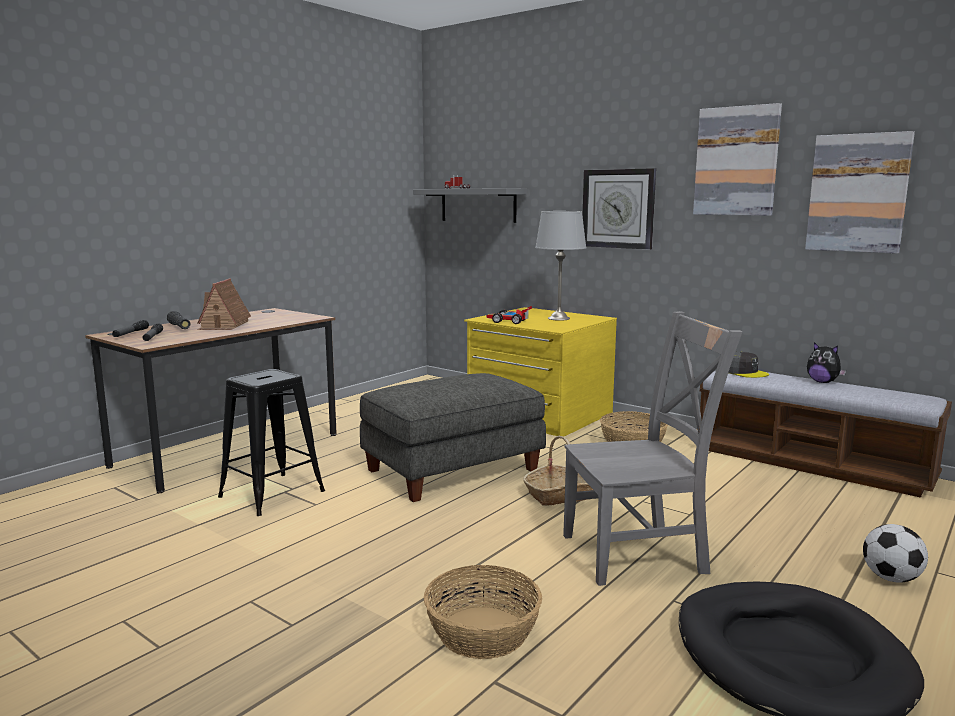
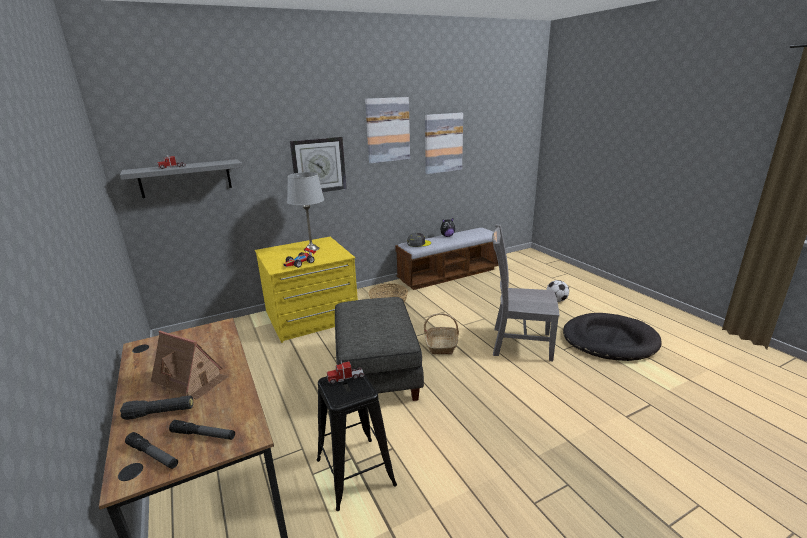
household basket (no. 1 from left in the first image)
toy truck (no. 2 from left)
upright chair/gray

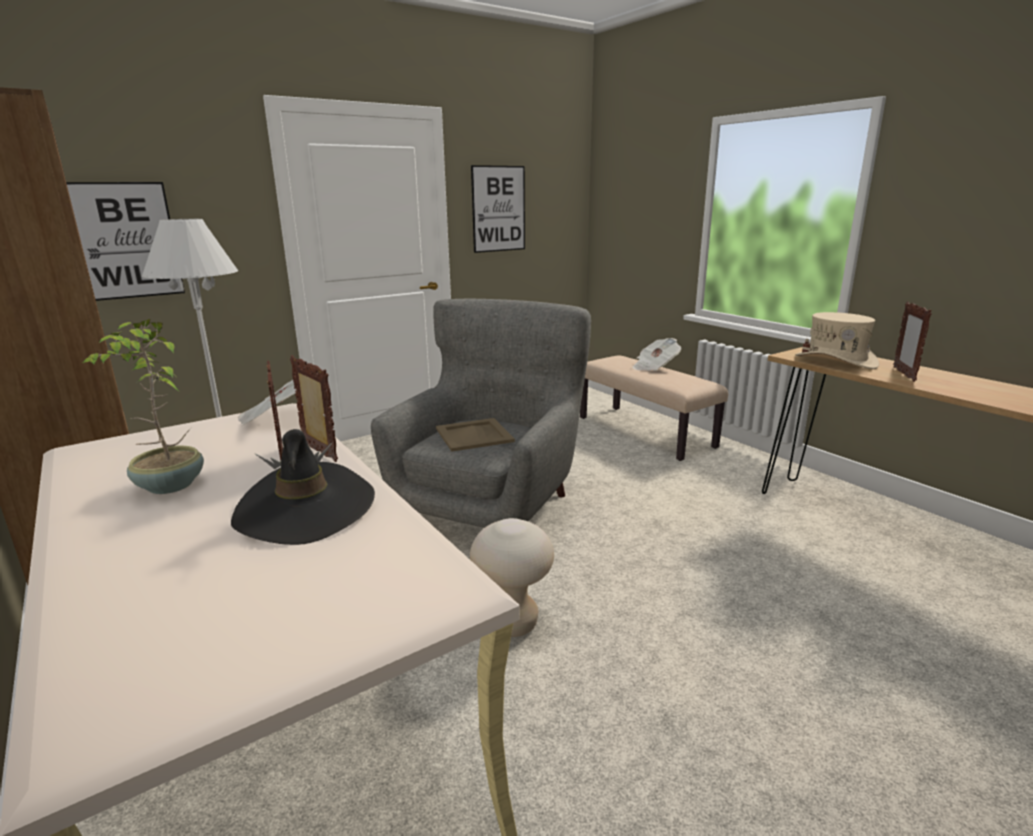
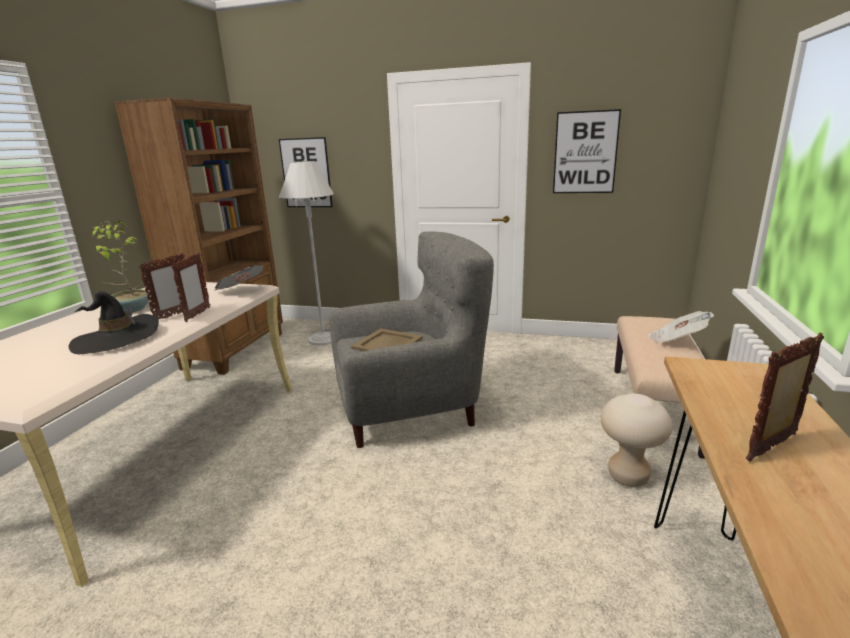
clothing hat/beige
stool seat/beige

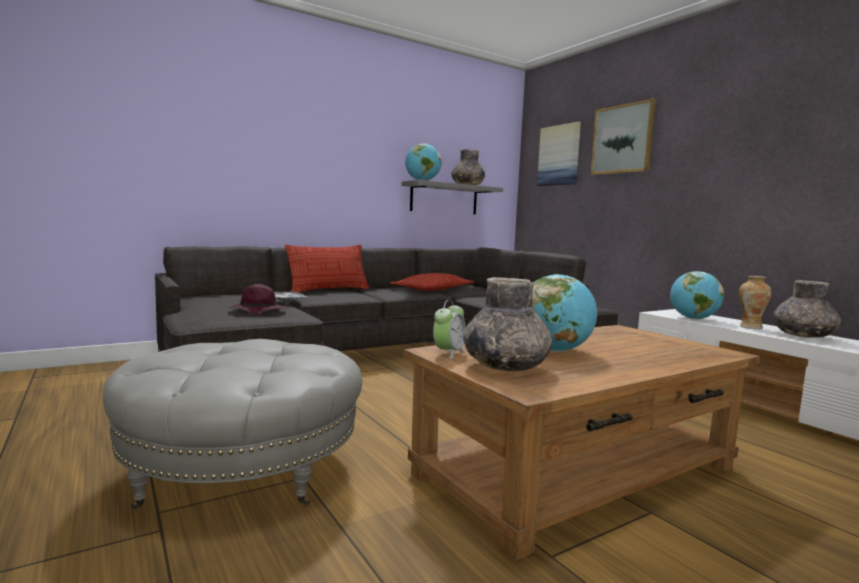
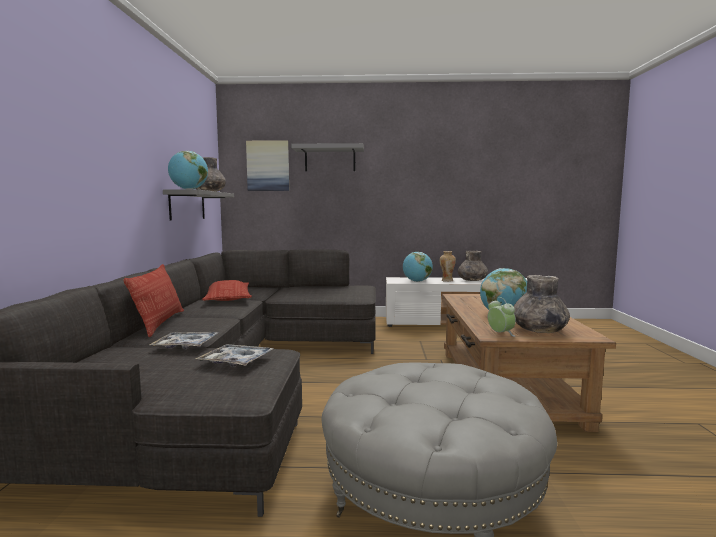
serving tray (no. 2 from left)
bracket shelf/gray (no. 2 from left)

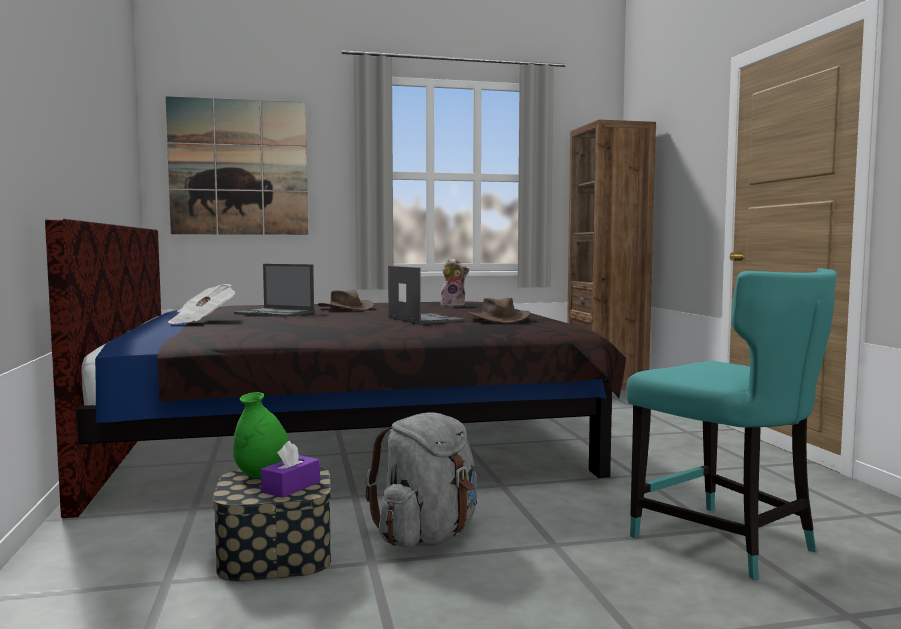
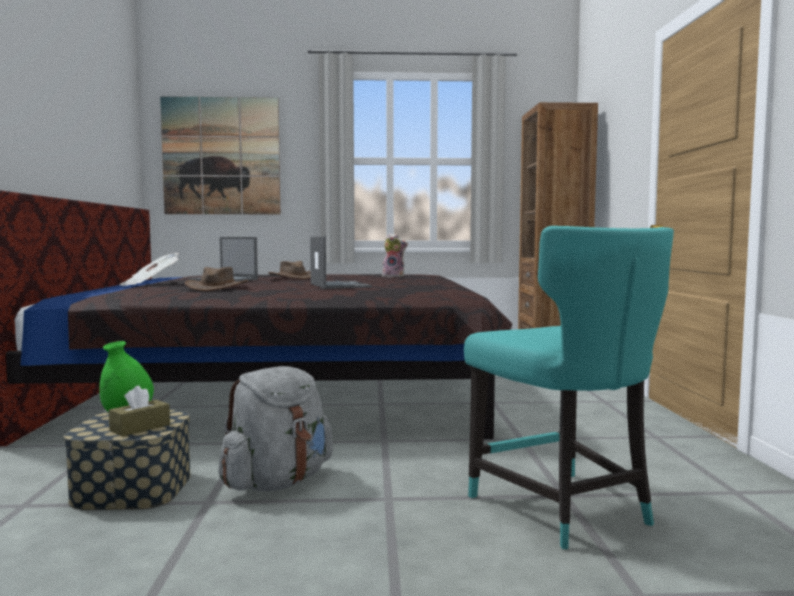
clothing hat/brown-coloured (no. 1 from left)
tissue holder/brown-coloured

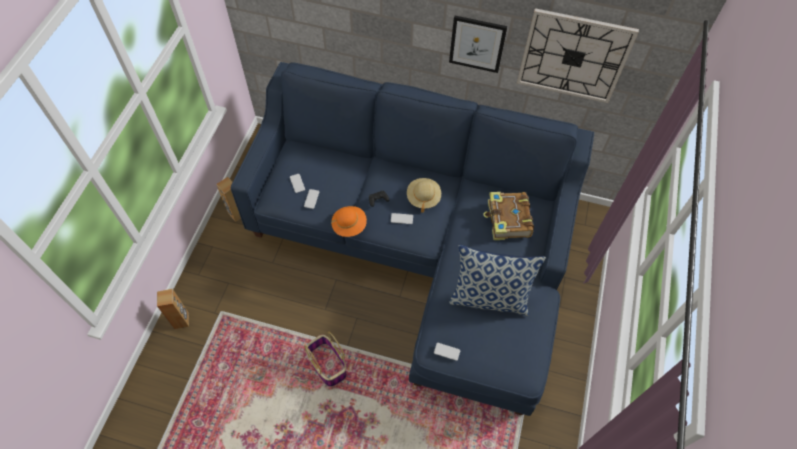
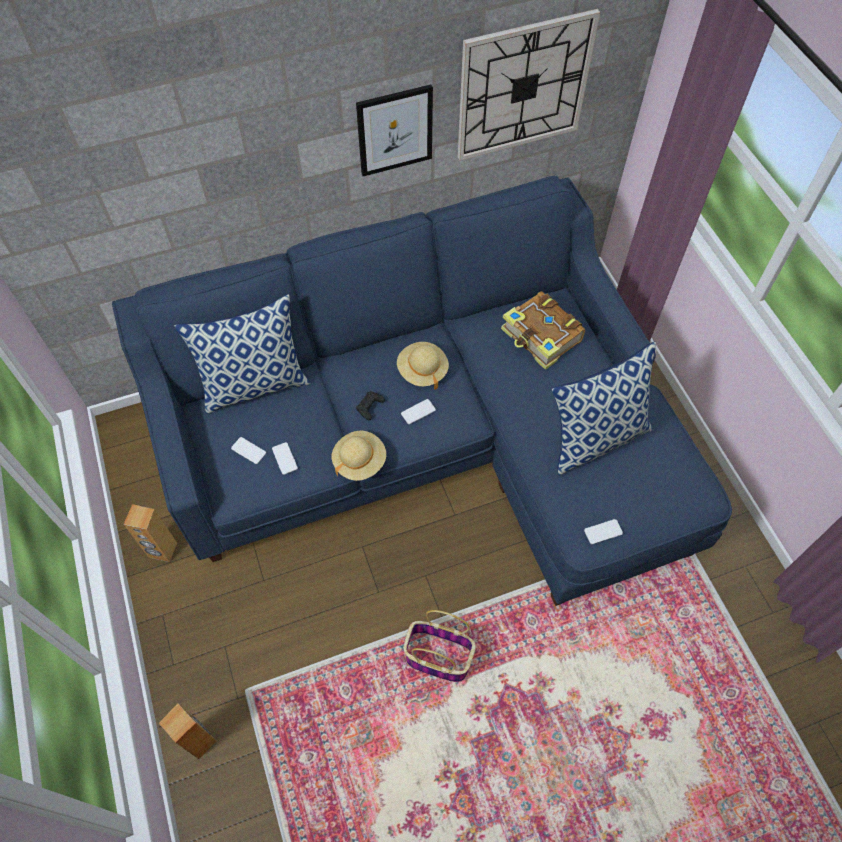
pillow (no. 1 from left)
clothing hat/beige (no. 1 from left)

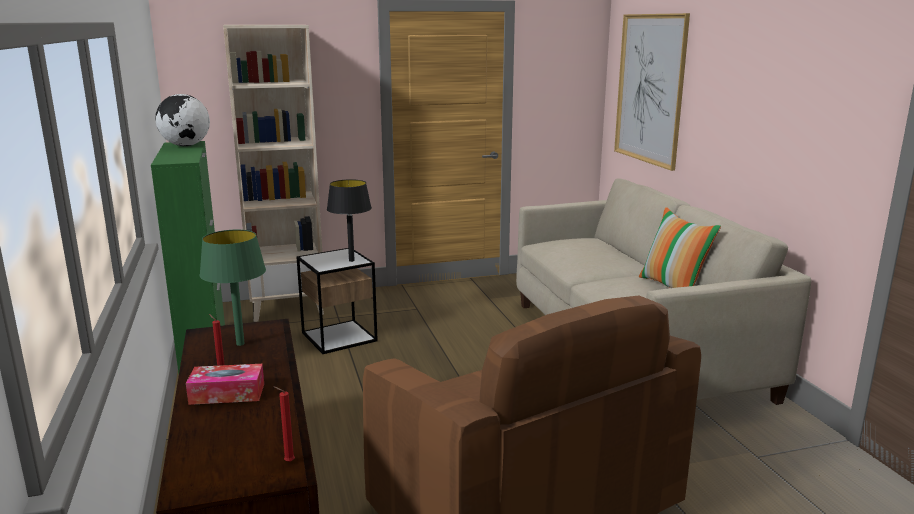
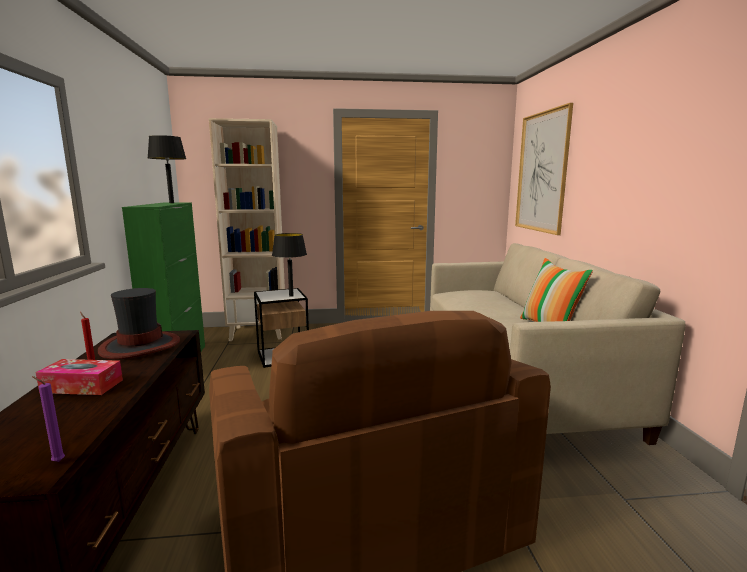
lamp for a table/black (no. 1 from left)
clothing hat
wax candle/purplish

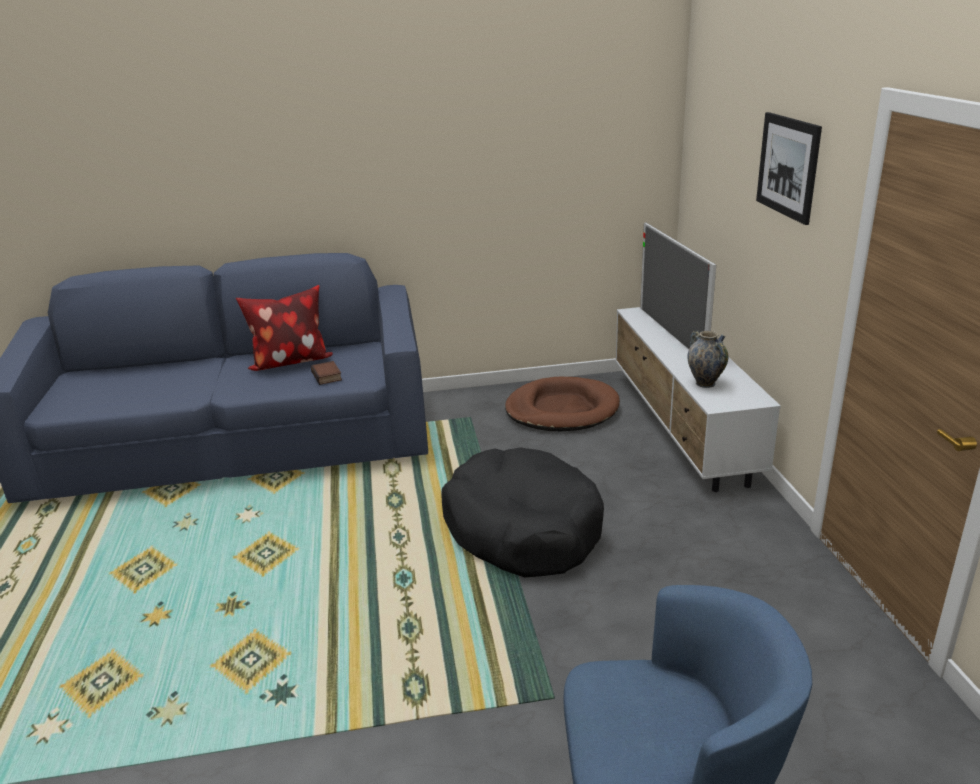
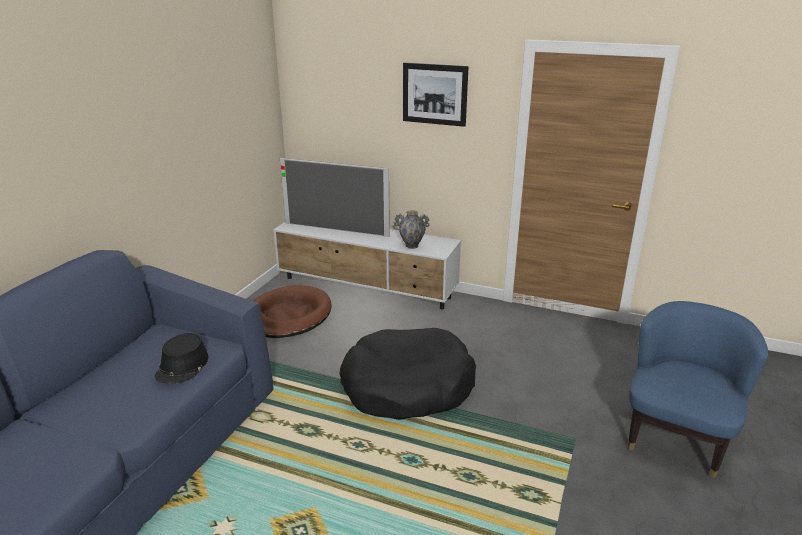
pillow
clothing hat/black

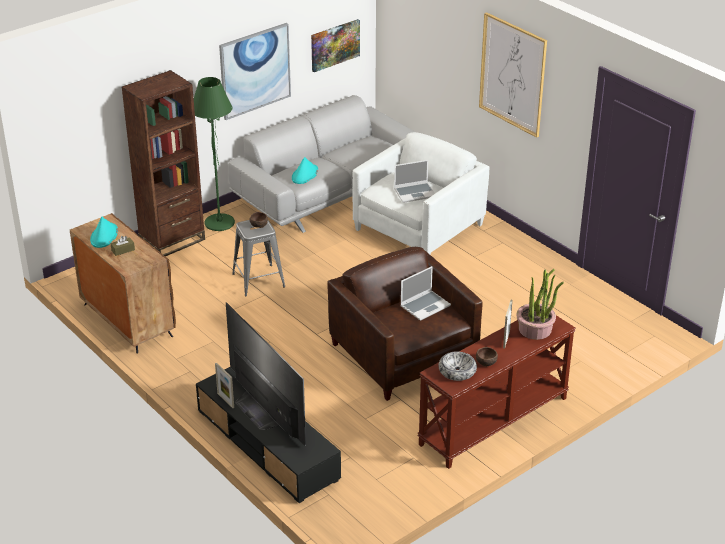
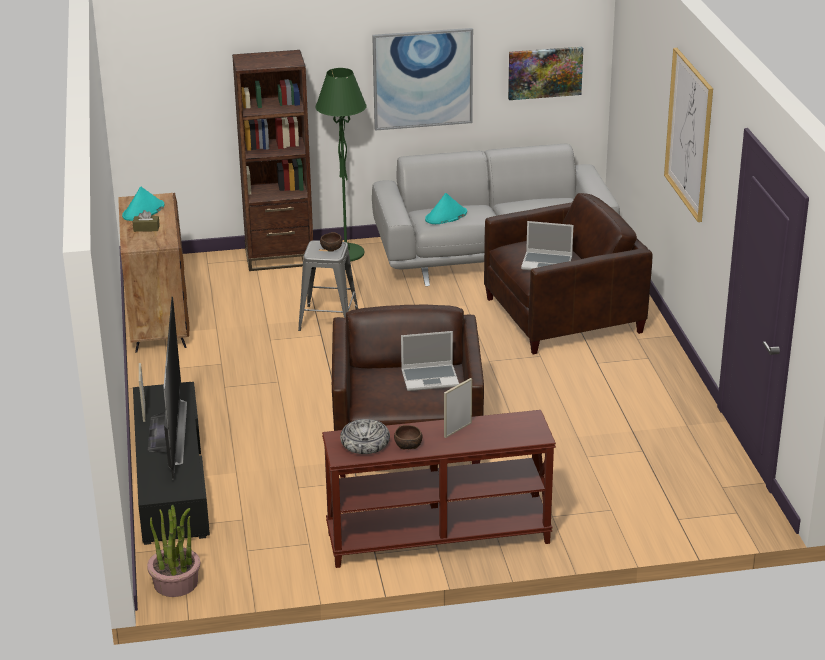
potted plant
armchair/brown-coloured (no. 2 from left)

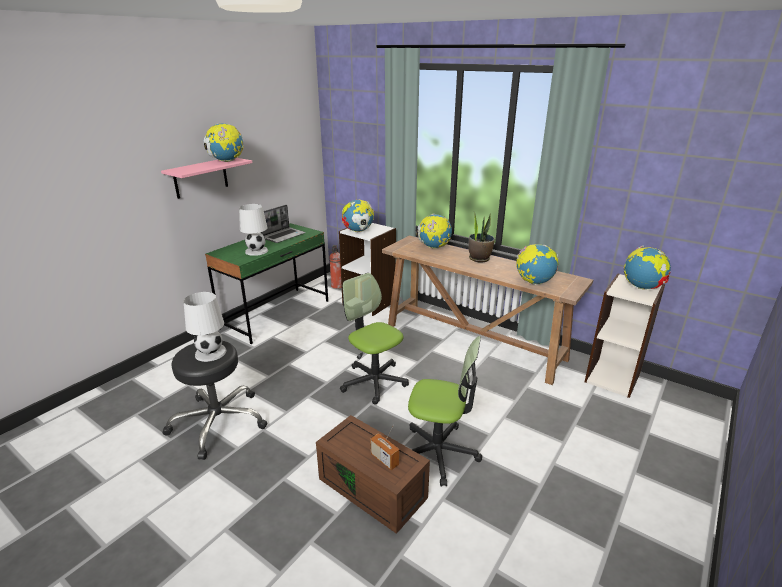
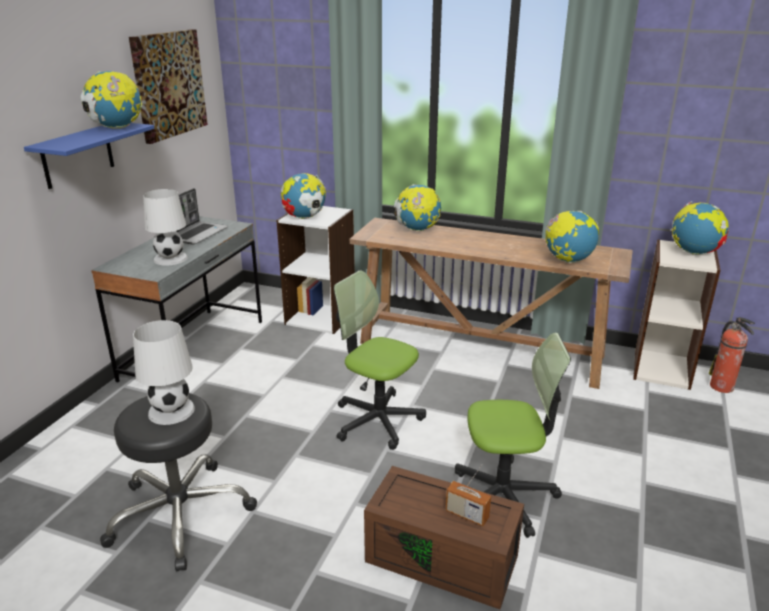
potted plant
wall picture
fire-fighting cylinder
bracket shelf/blue-coloured
desk unit/gray

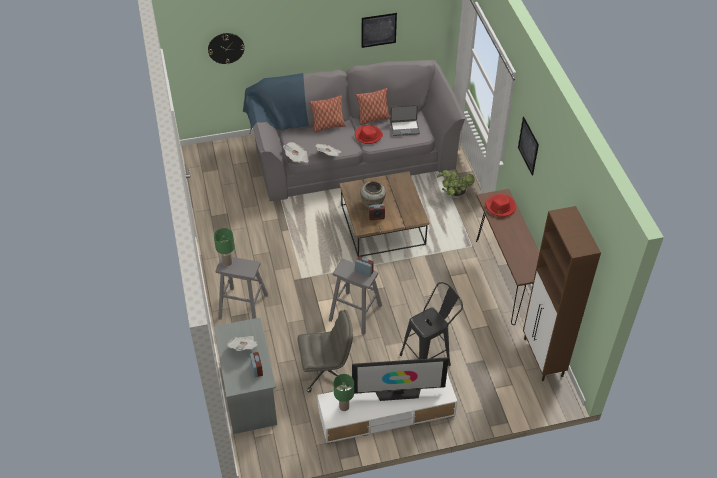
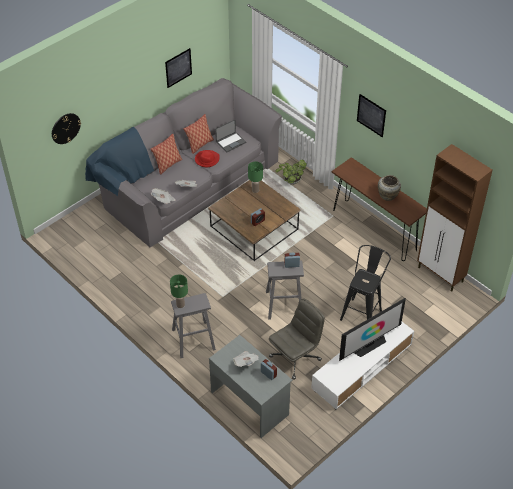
clothing hat/red (no. 2 from left in the first image)
lamp for a table/green-coloured (no. 2 from left)
decorative vase/beige

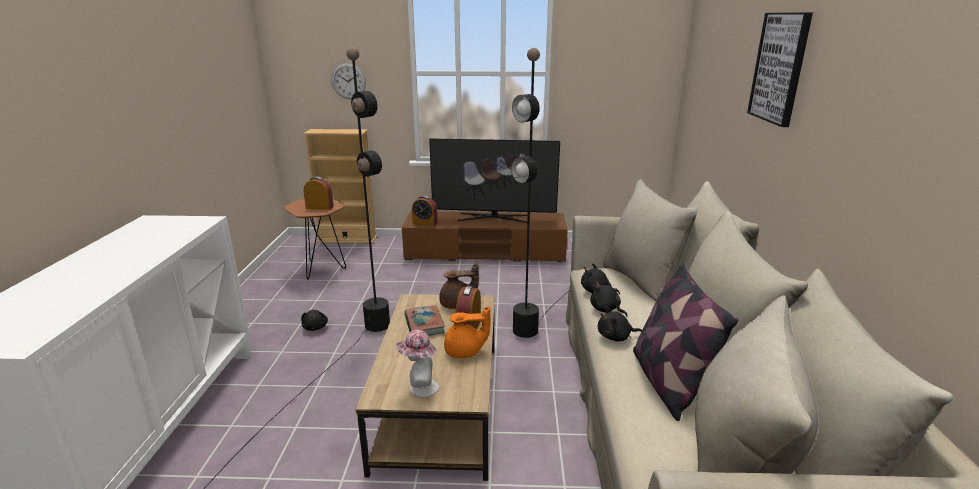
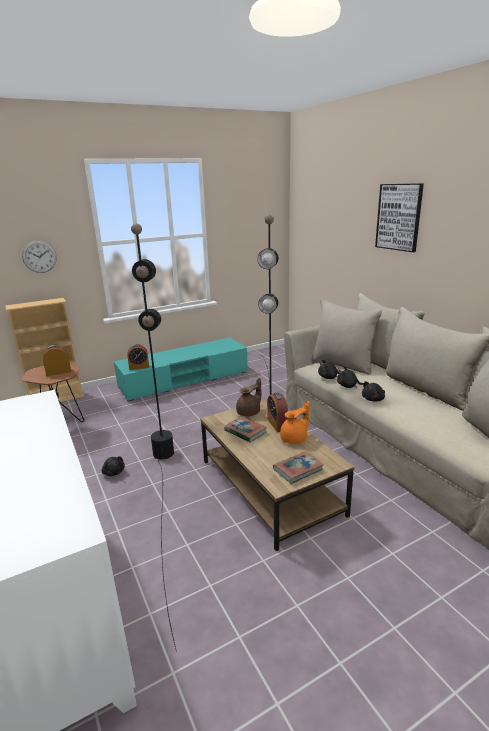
TV set
pillow
volume (no. 2 from left)
media console/turquoise-coloured

